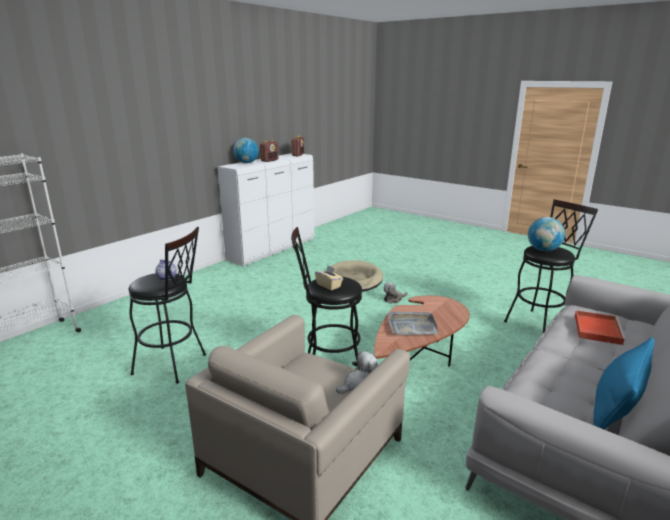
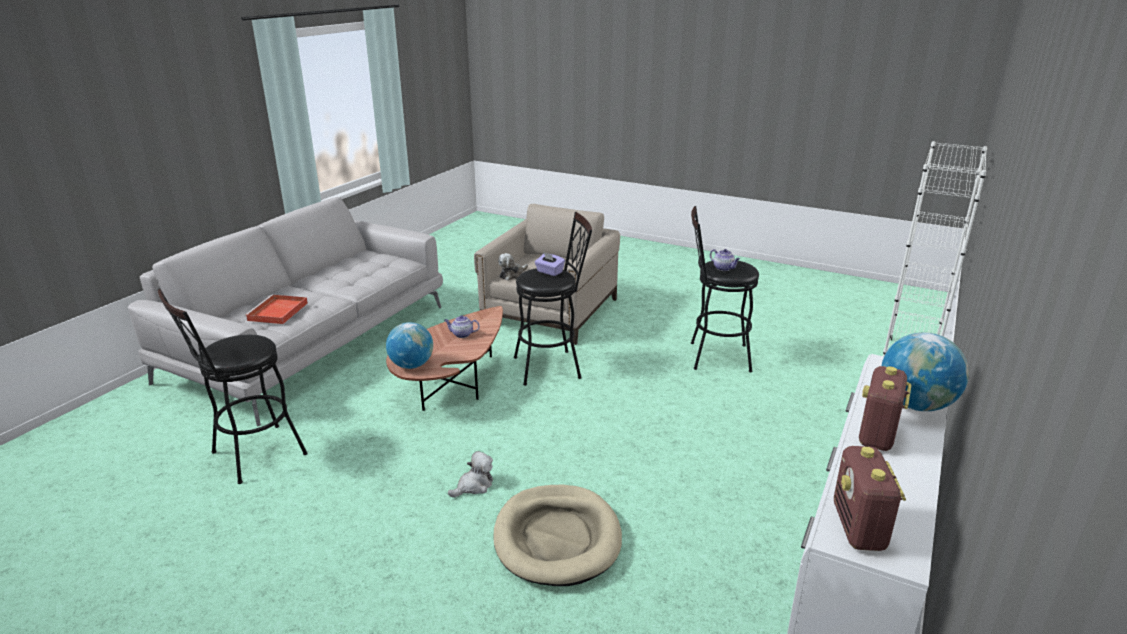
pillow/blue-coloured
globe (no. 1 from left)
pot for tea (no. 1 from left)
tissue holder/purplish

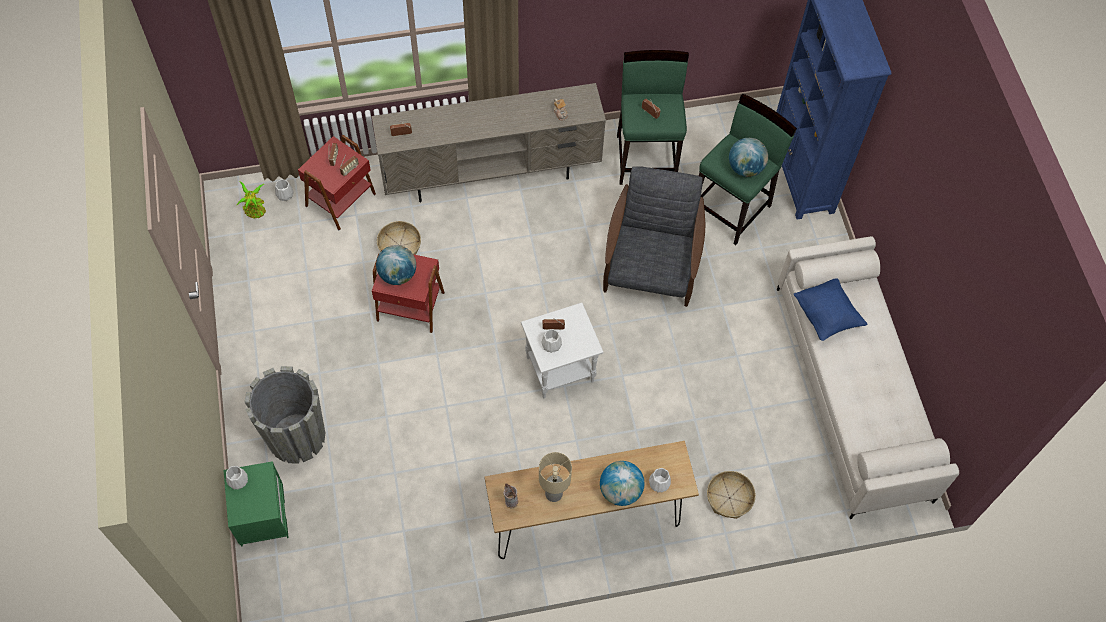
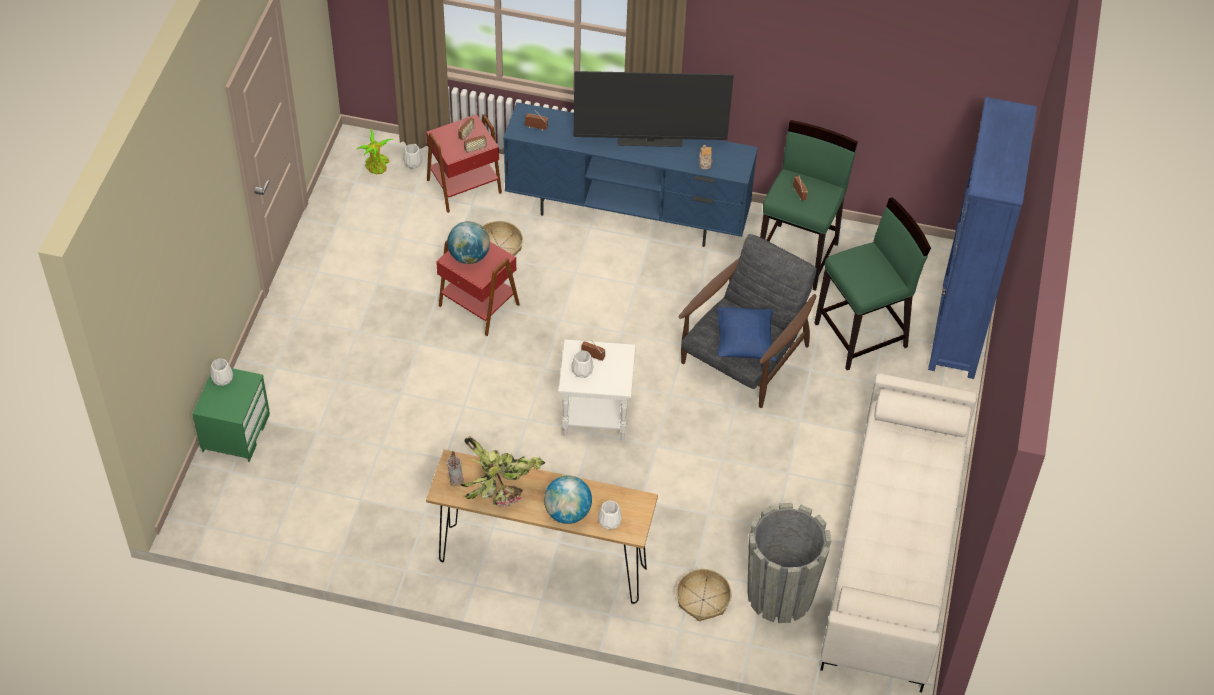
globe (no. 3 from left in the first image)
TV set
flower pot/gray
pillow/blue-coloured
potted plant (no. 2 from left)
media console/blue-coloured

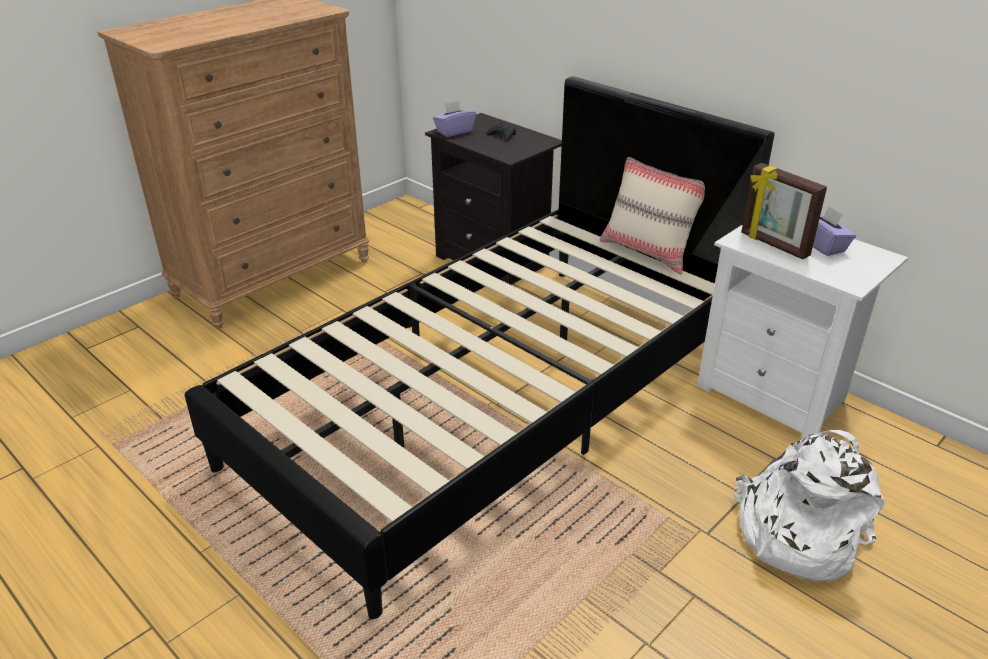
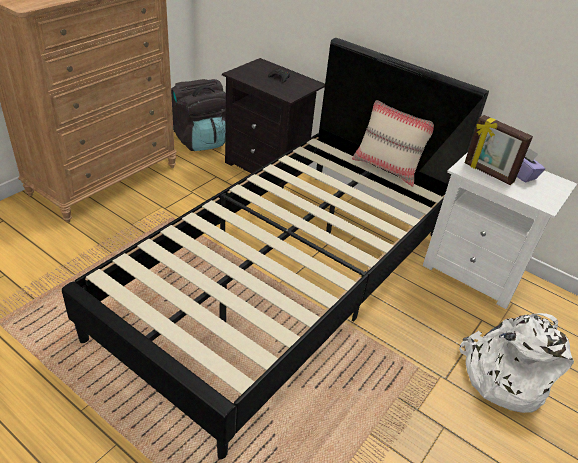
tissue holder/purplish (no. 1 from left in the first image)
backpack/black

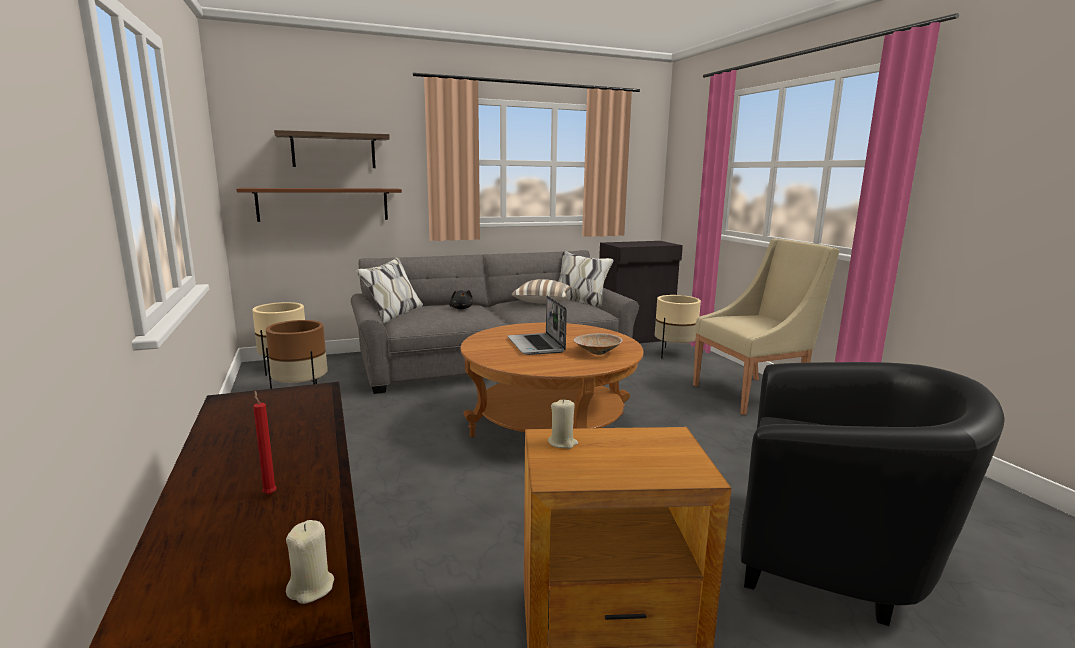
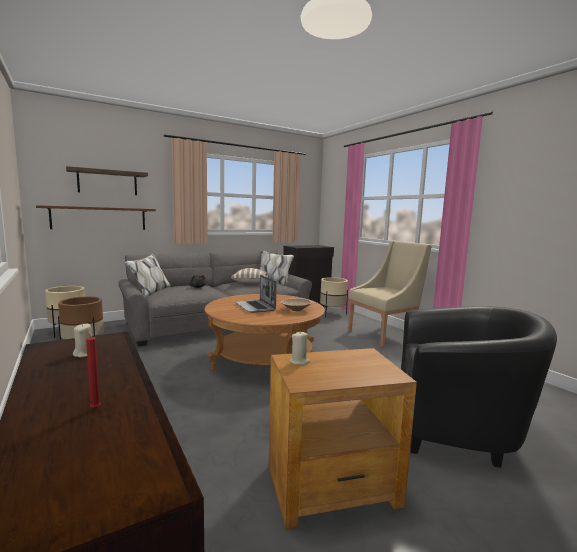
wax candle/beige (no. 1 from left)

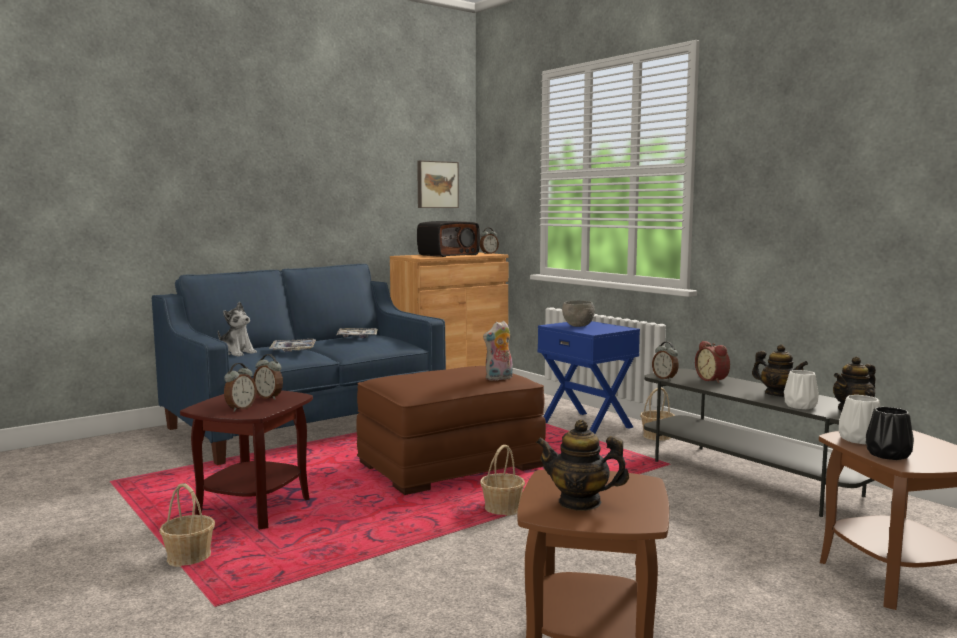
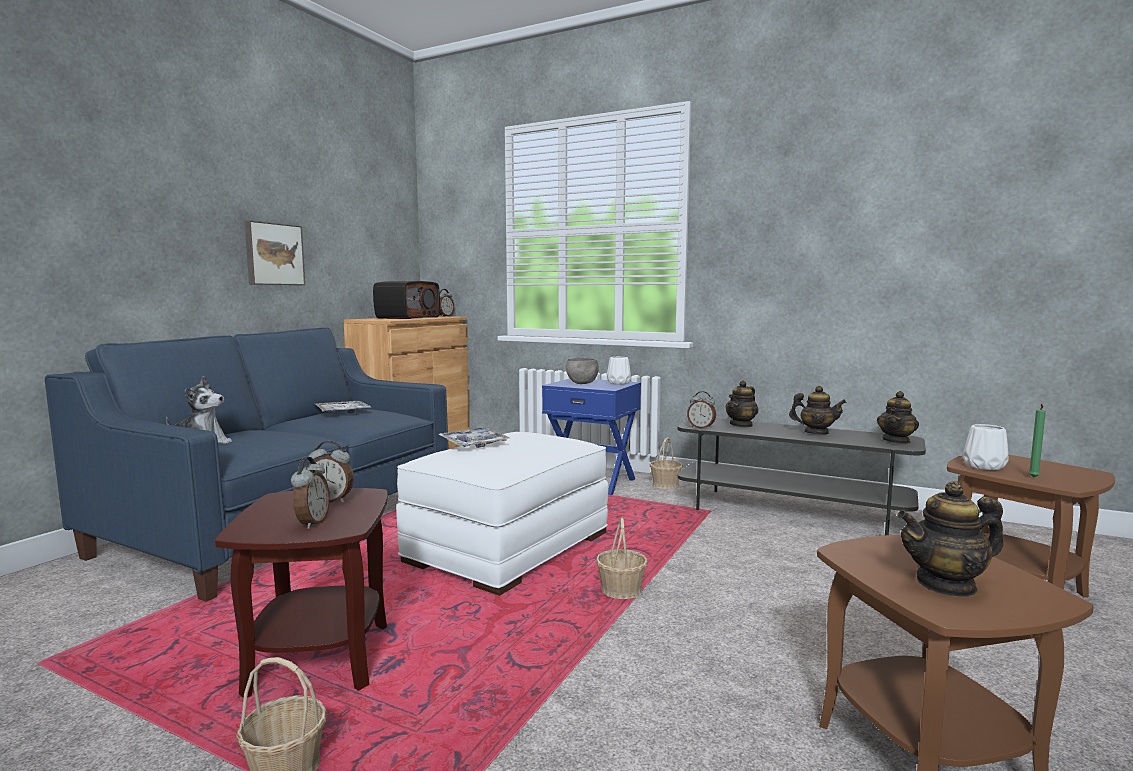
cuddly toy (no. 2 from left in the first image)
serving tray (no. 2 from left)
wall picture
decorative vase/whitish (no. 1 from left)
pot for tea (no. 1 from left)
wax candle/green-coloured
footrest/whitish

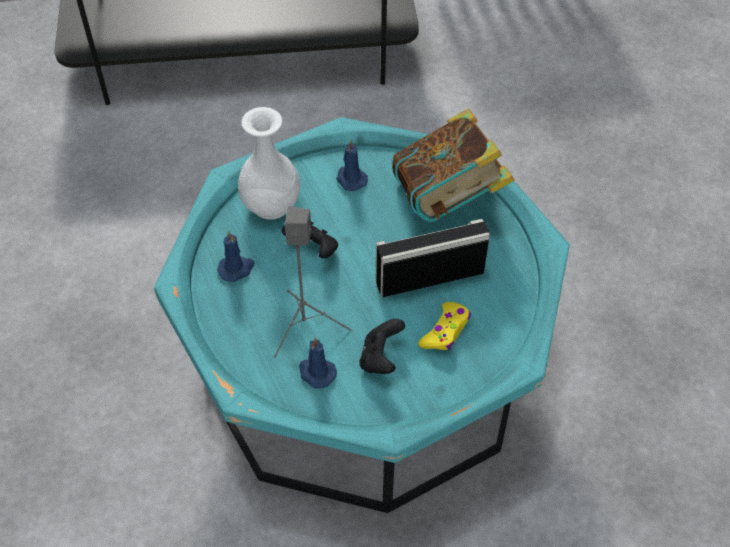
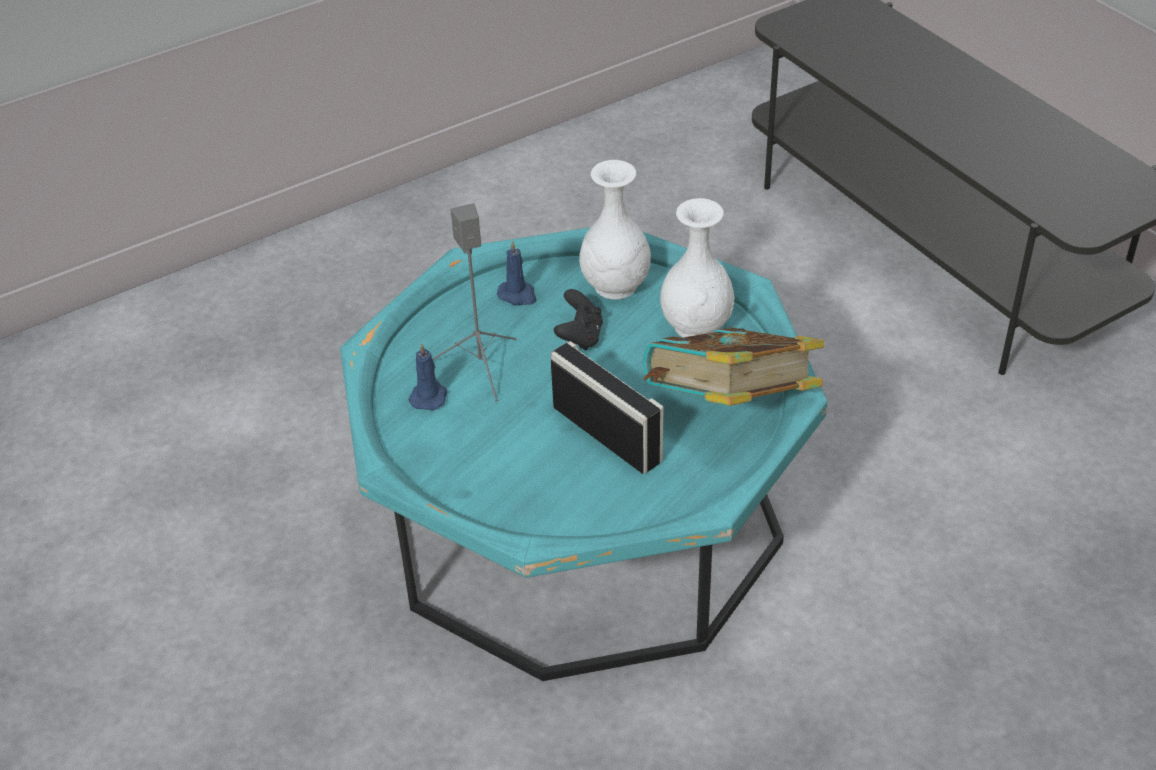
game controller/black (no. 2 from left in the first image)
game controller/yellow-coloured
decorative vase/whitish (no. 2 from left)

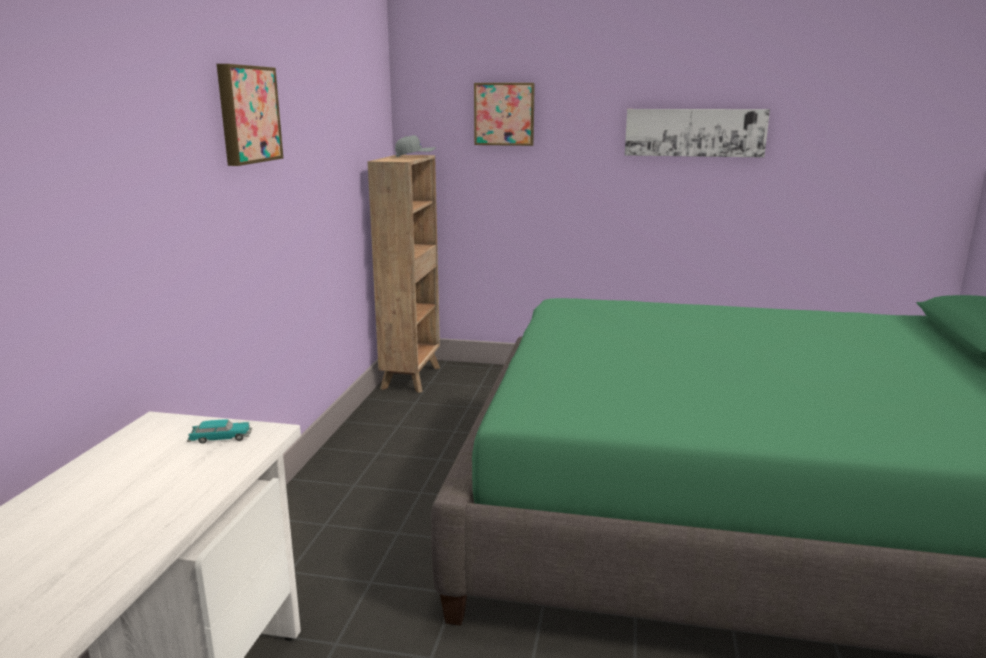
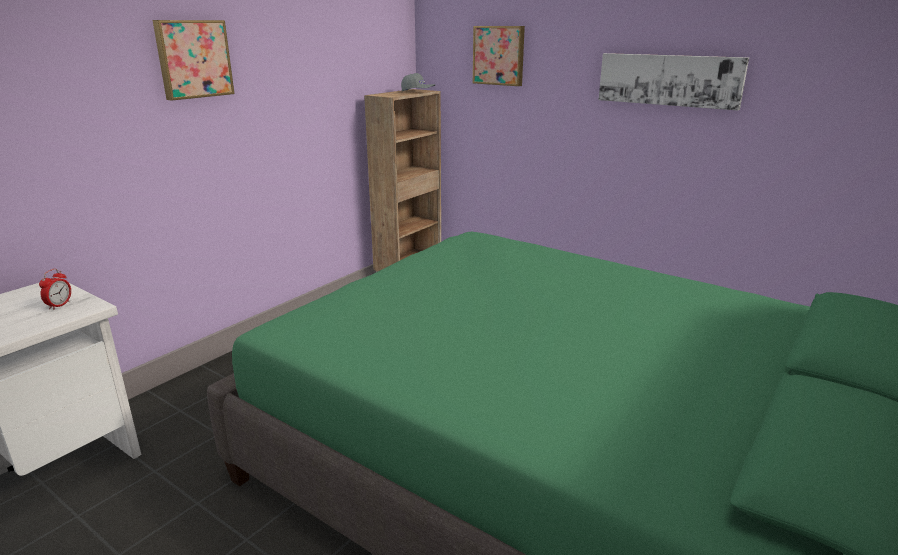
bedside clock

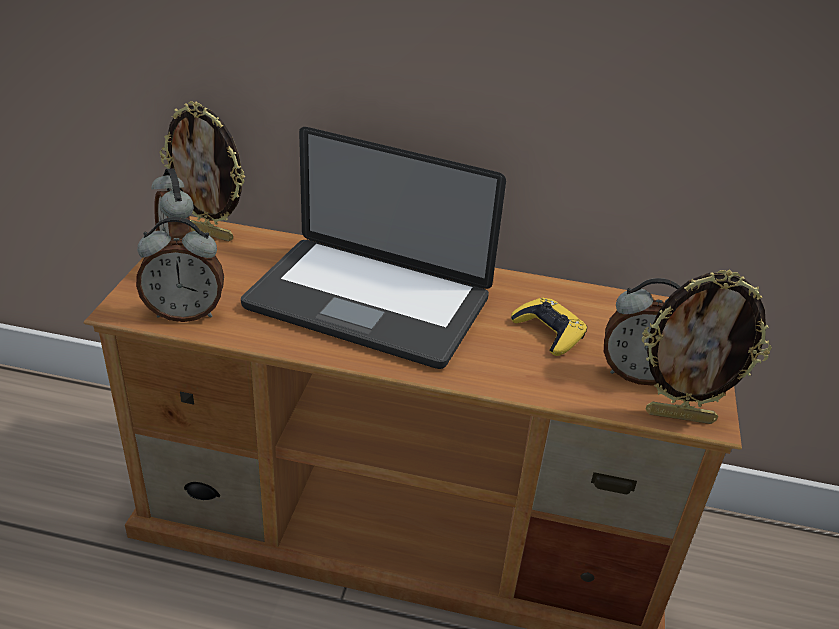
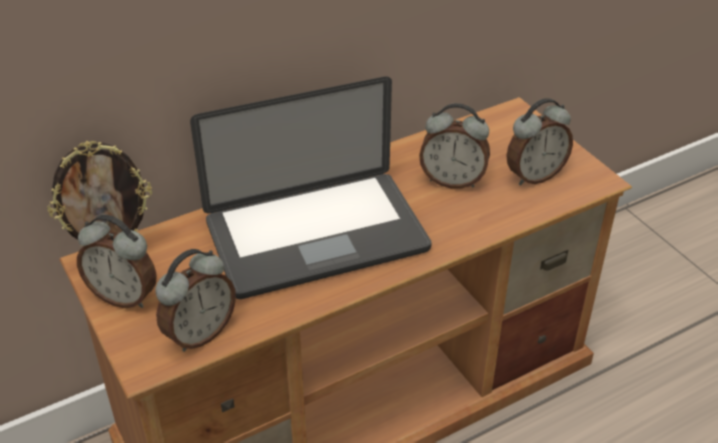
photo frame (no. 2 from left in the first image)
bedside clock (no. 3 from left)

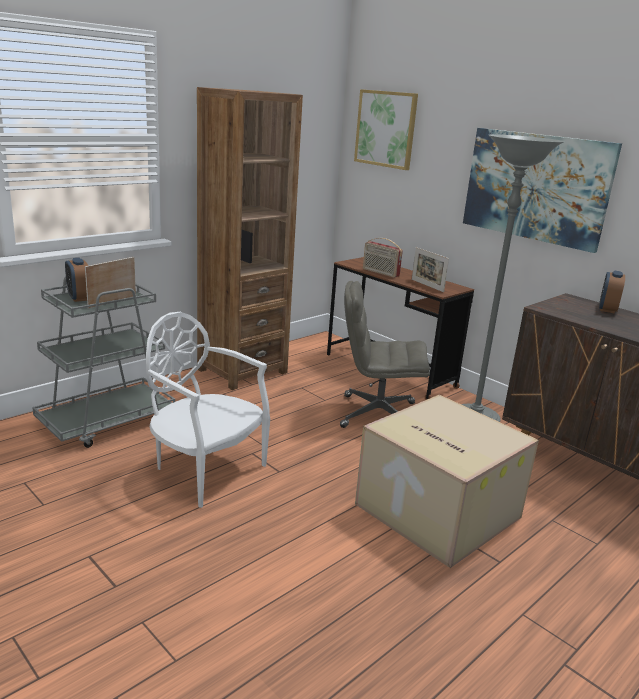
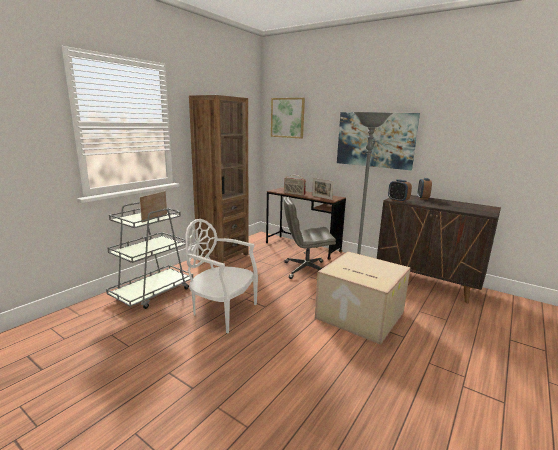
bedside clock (no. 1 from left)

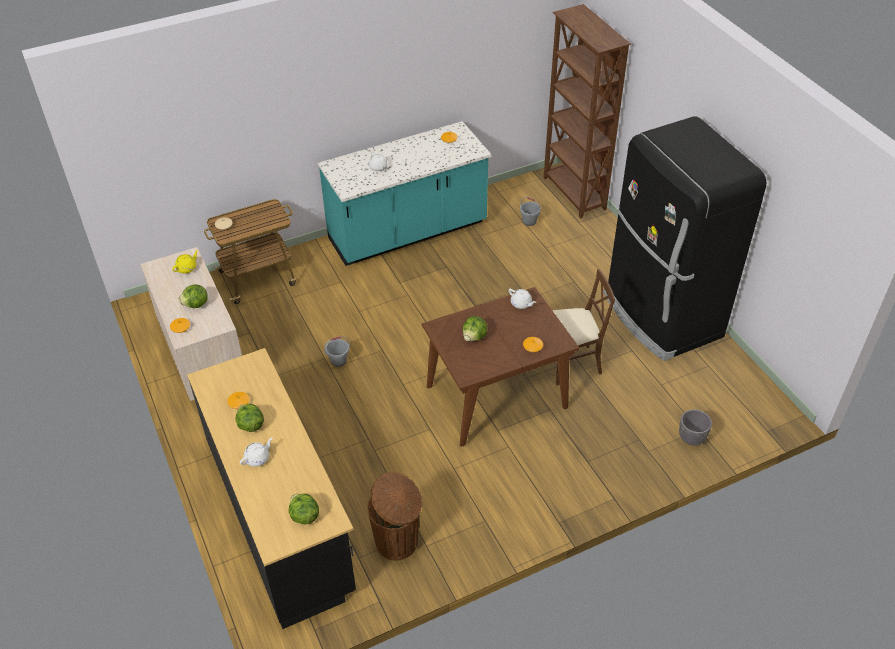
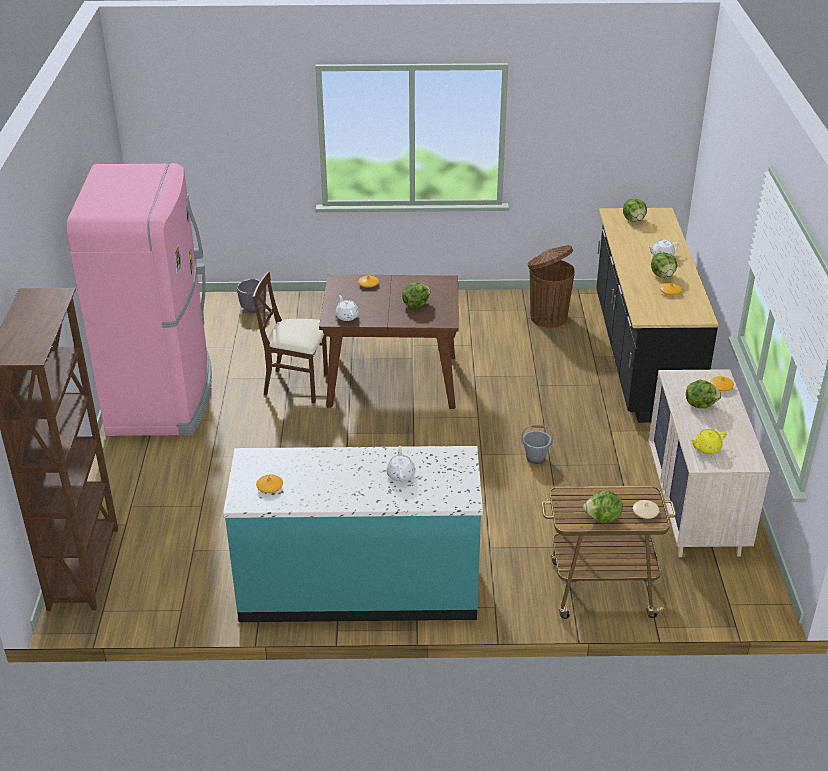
water bucket/gray (no. 2 from left in the first image)
lettuce head (no. 2 from left)
refrigerator/pink

